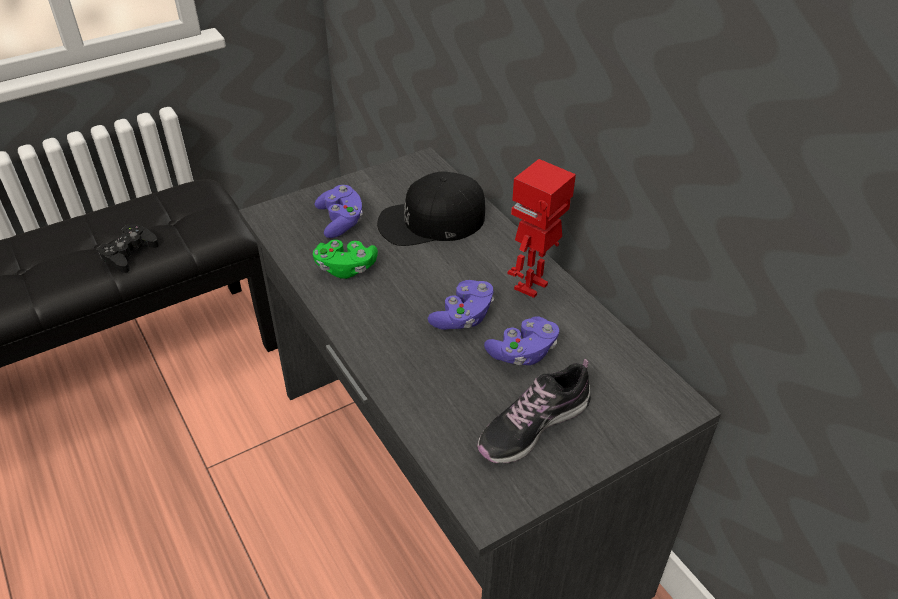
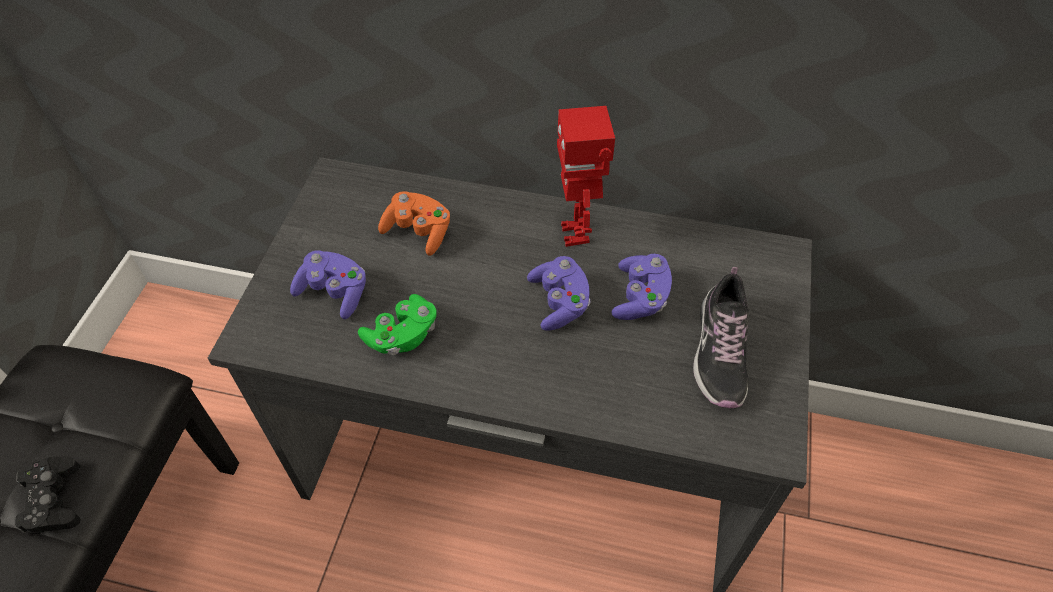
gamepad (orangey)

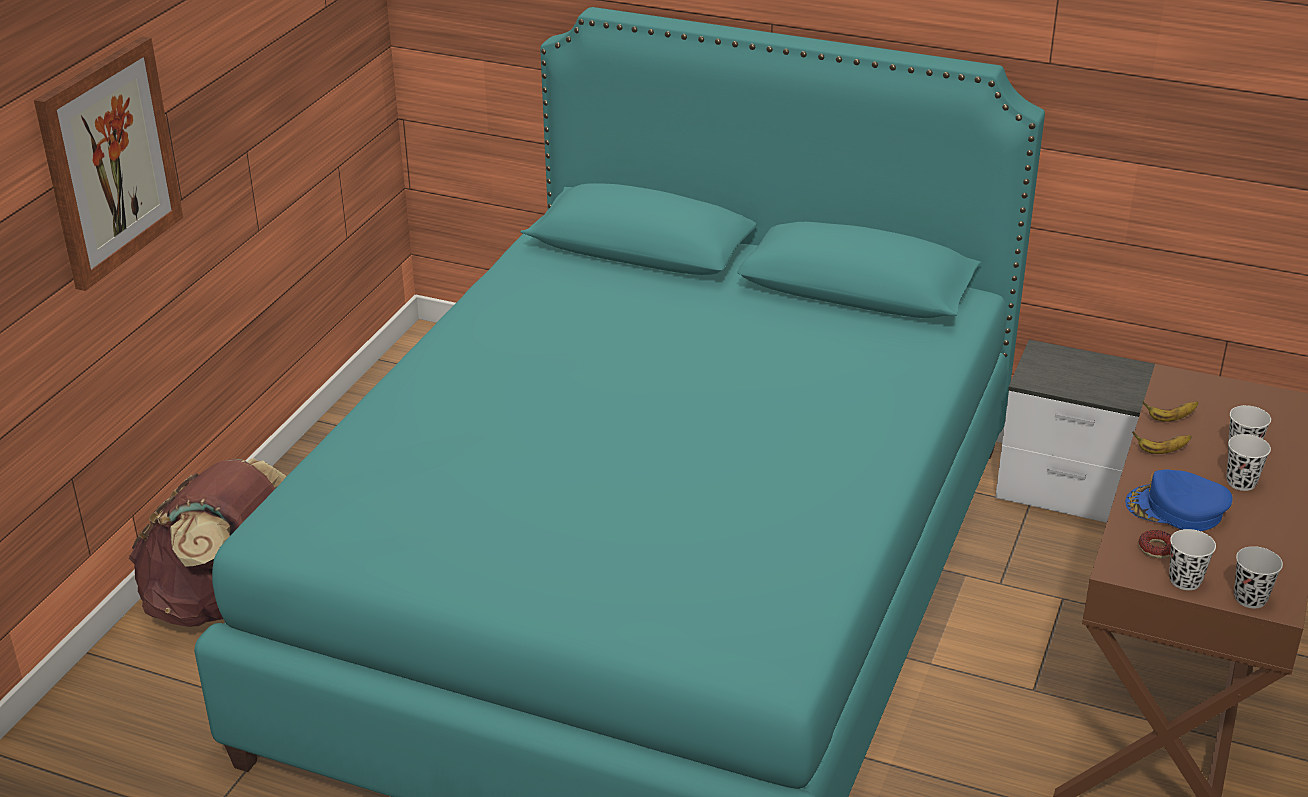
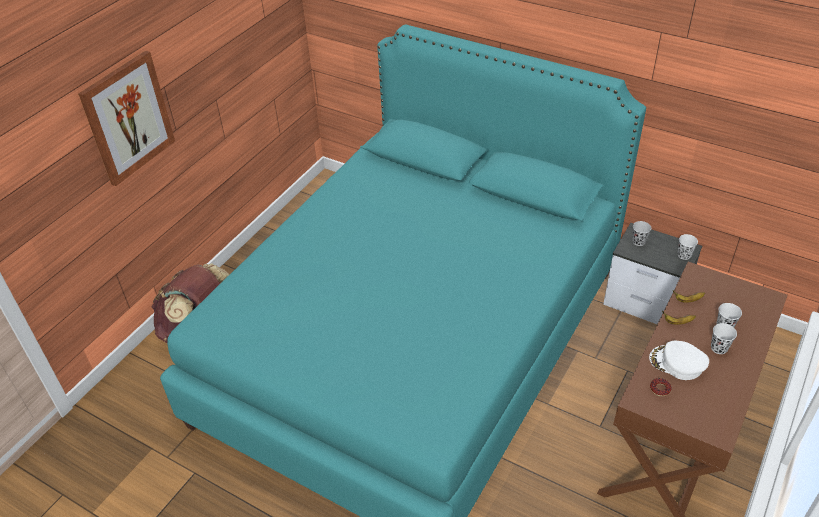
drinking cup (white-coloured) (1st from left)
drinking cup (black-coloured)
cap (white-coloured)

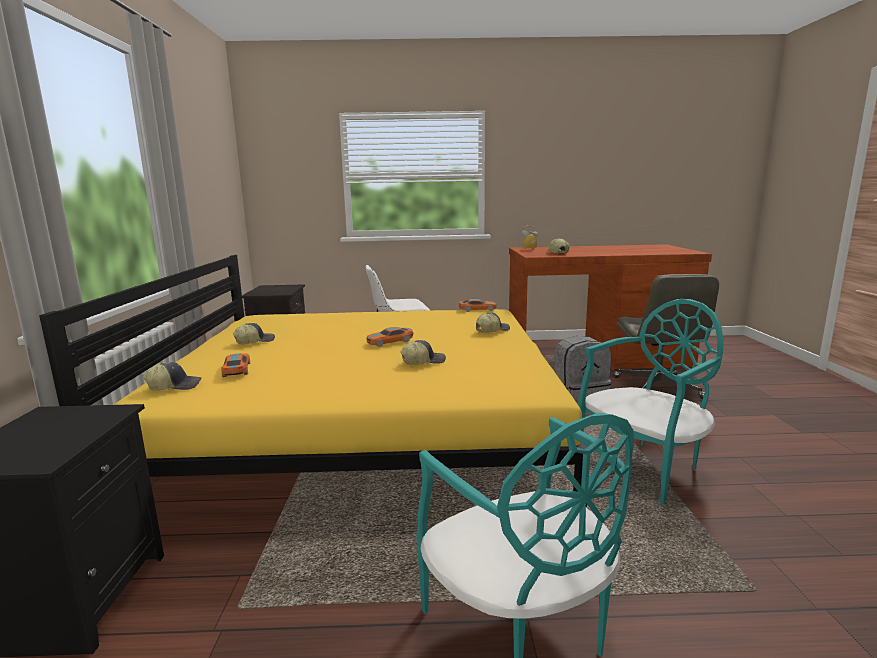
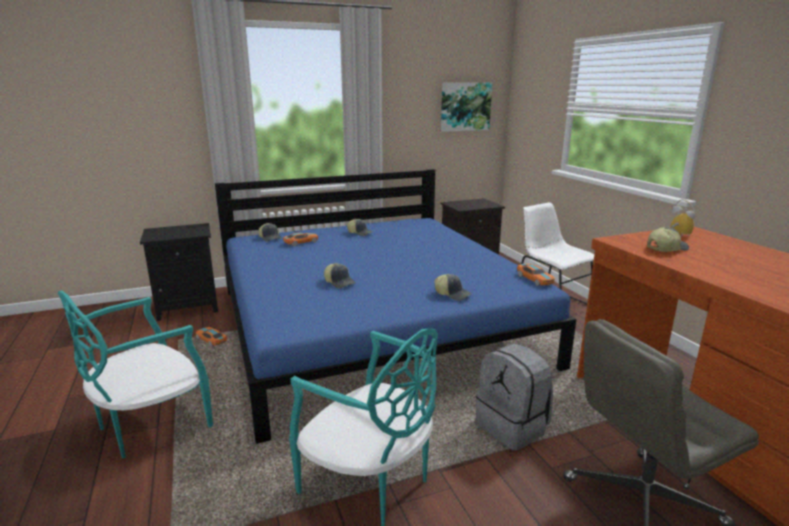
wall picture
miniature car (1st from left)
bedroom bed (blue)

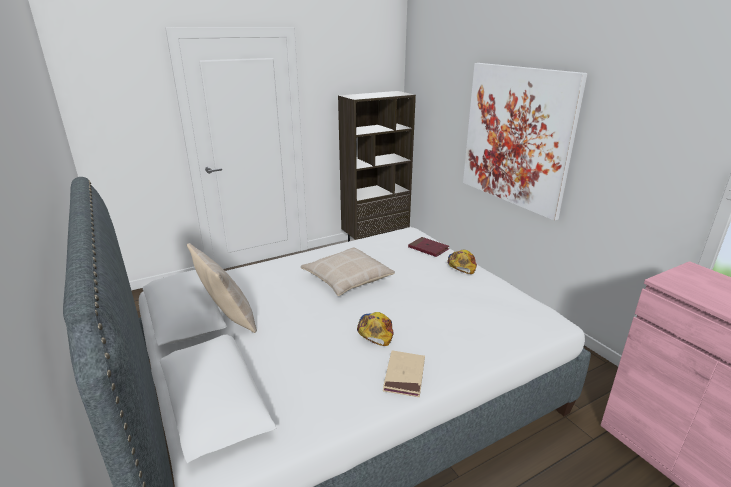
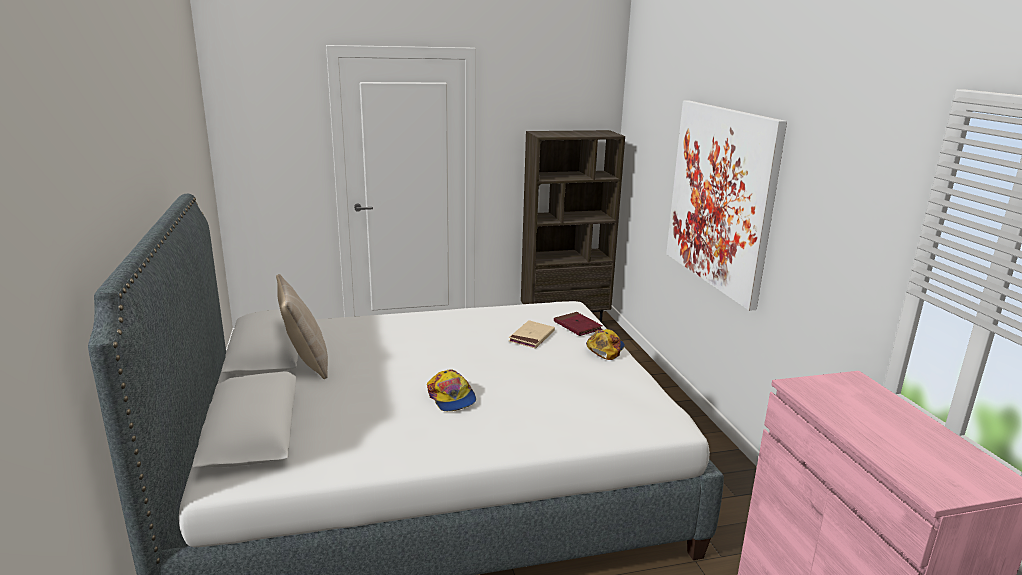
throw pillow (sand-coloured) (2nd from left in the first image)
book (sand-coloured)
cap (1st from left)

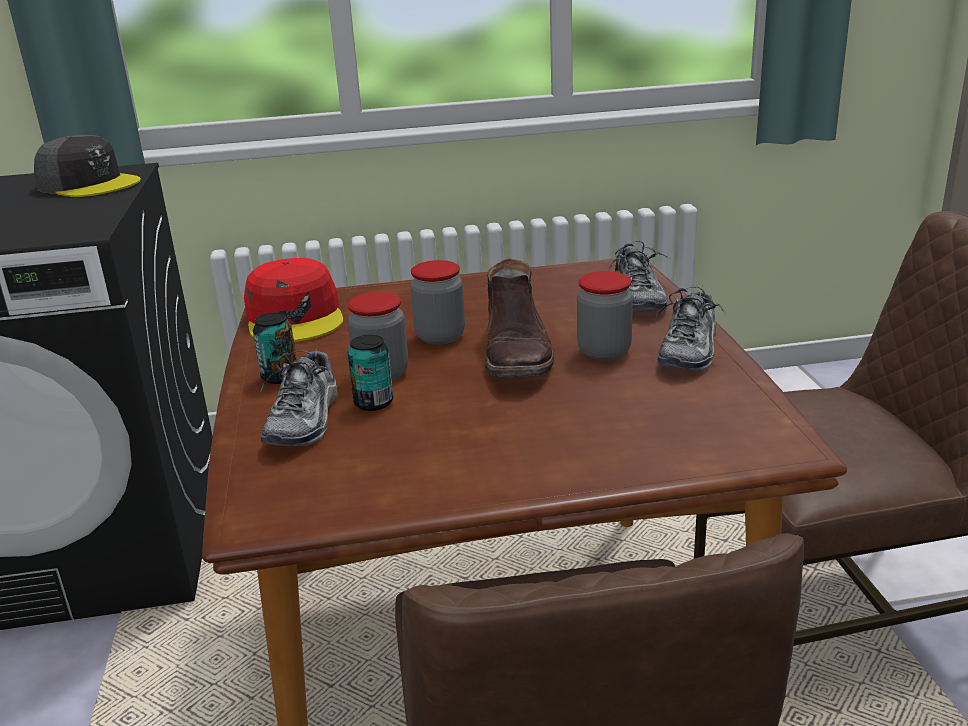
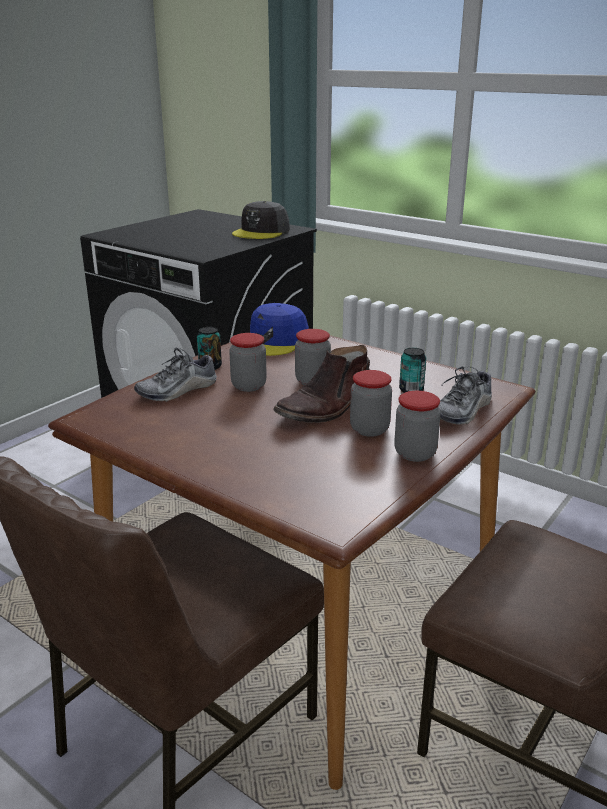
can (2nd from left)
preserve jar (4th from left)
cap (blue)
cap (grey)

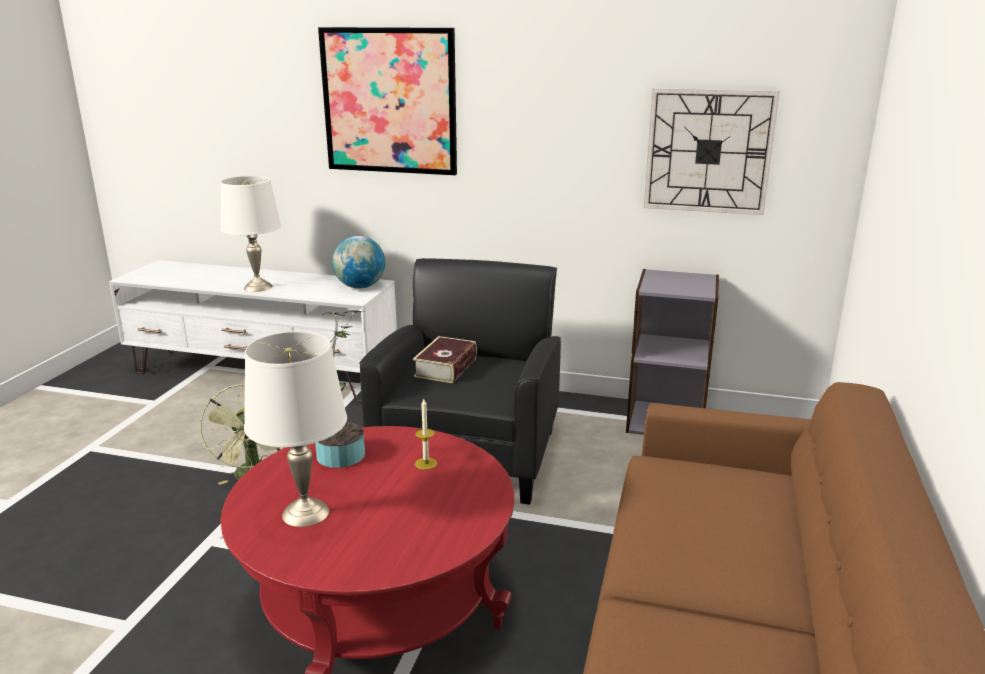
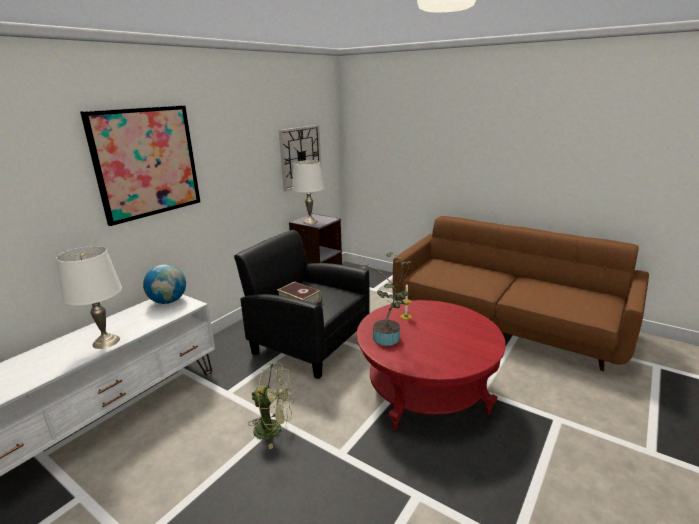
table lamp (white-coloured) (2nd from left)

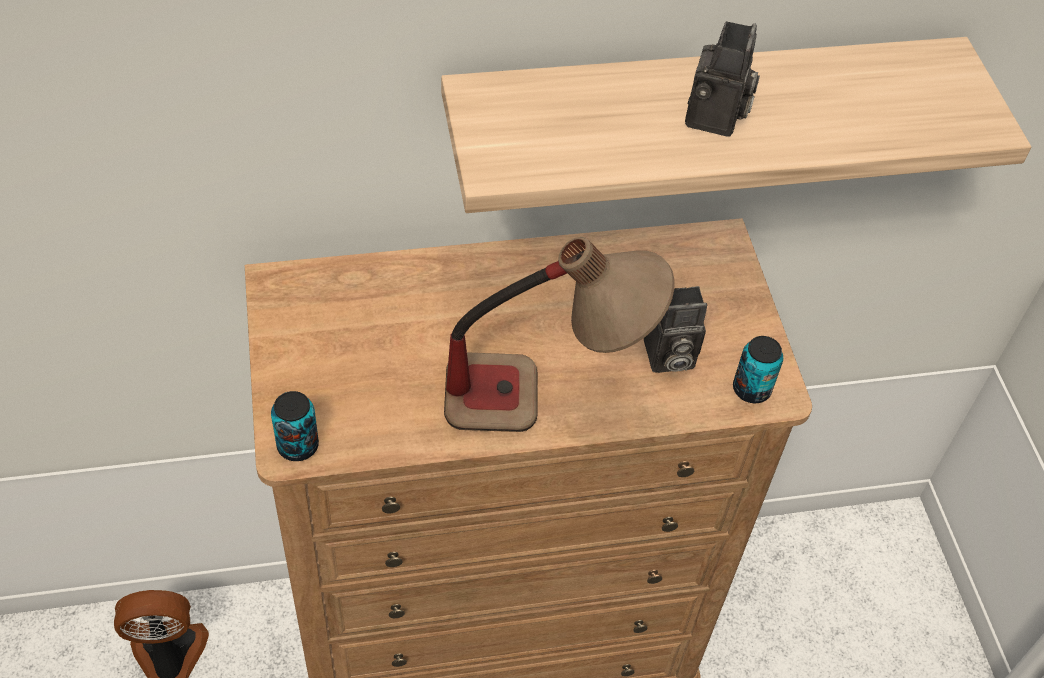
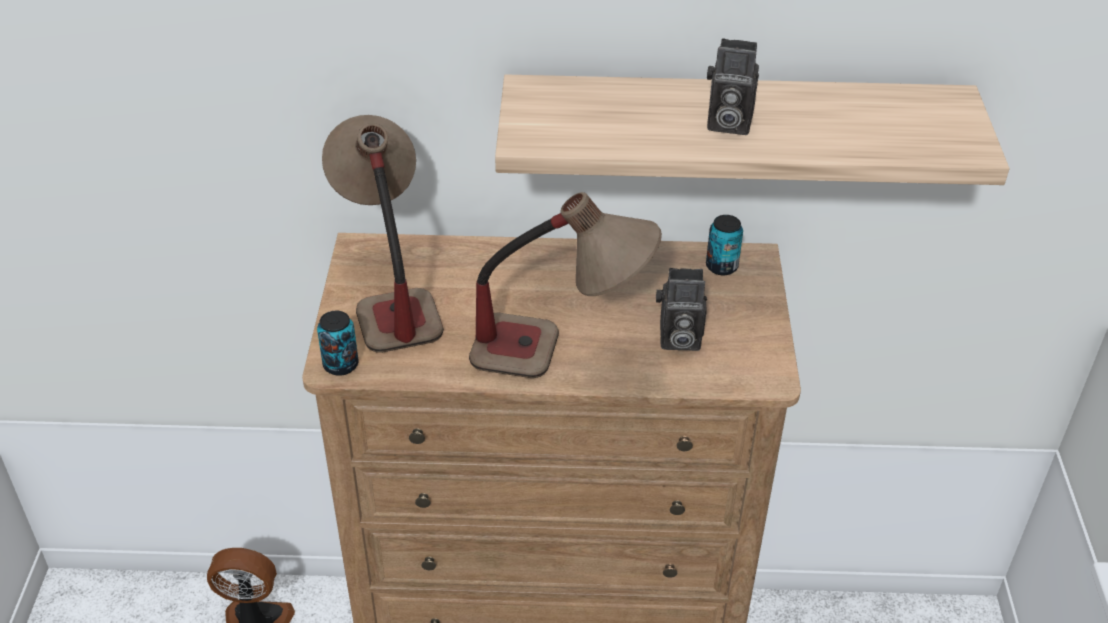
table lamp (1st from left)
can (2nd from left)
still camera (2nd from left)

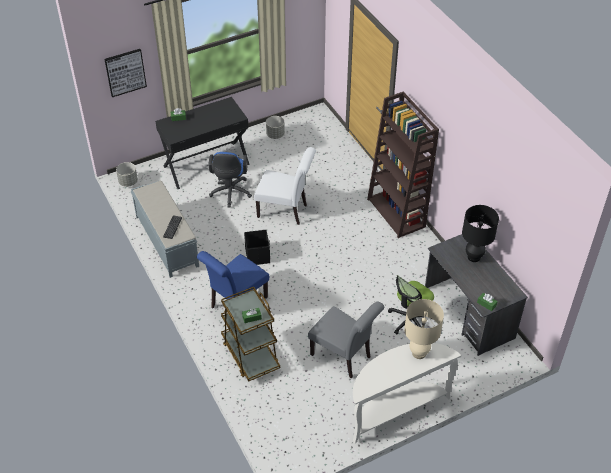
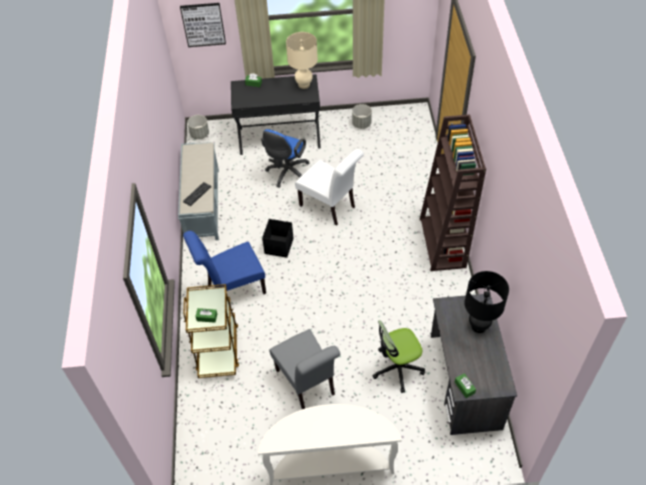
table lamp (sand-coloured)

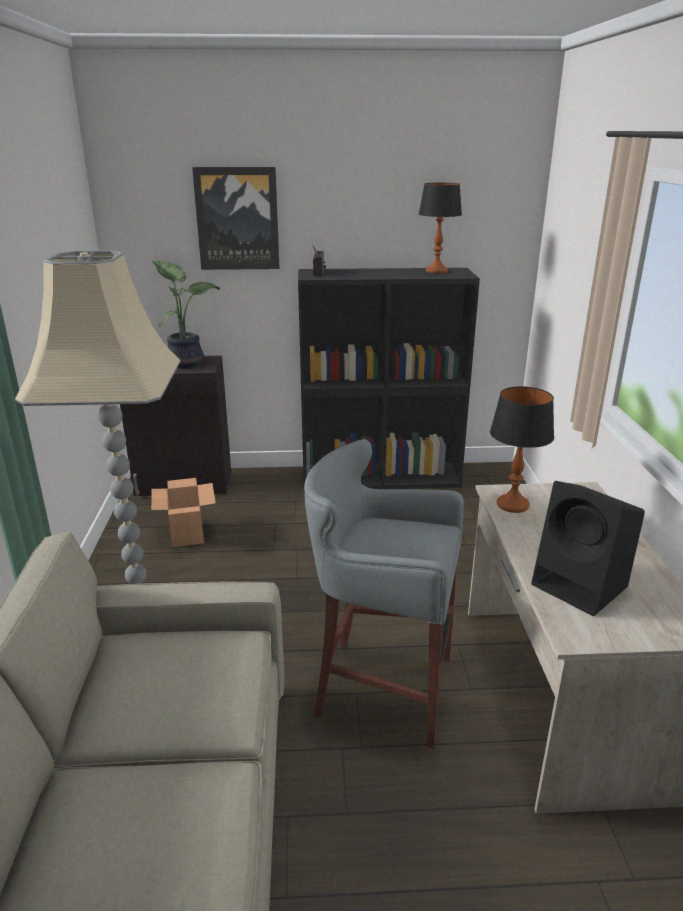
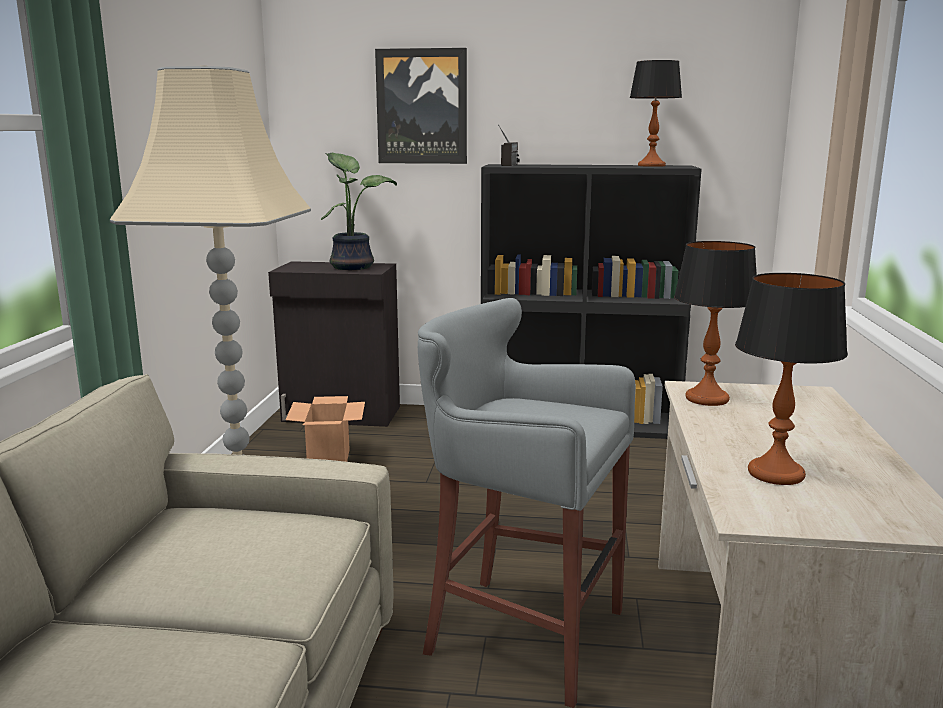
table lamp (3rd from left)

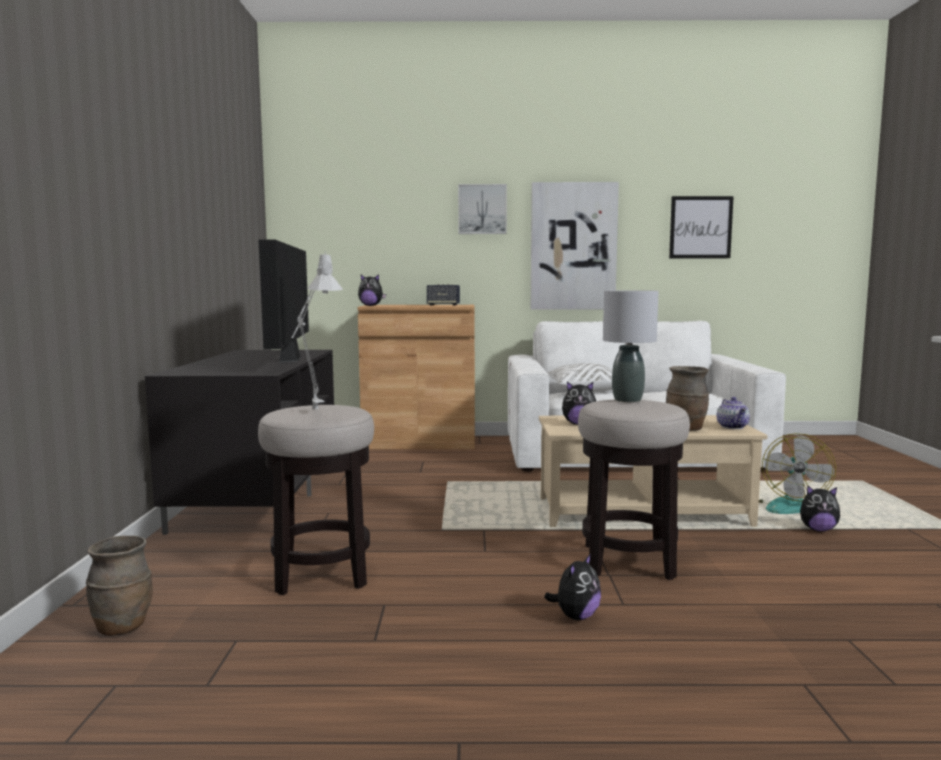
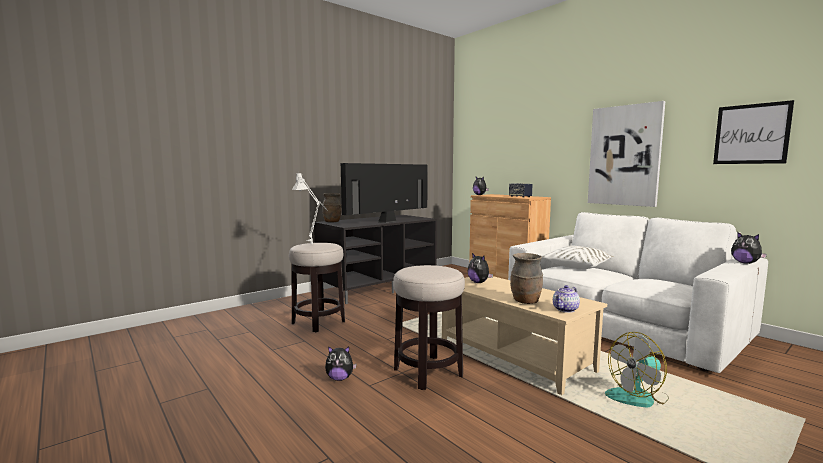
wall picture (1st from left in the first image)
table lamp (grey) (2nd from left in the first image)
flower vase (brown) (1st from left)
cuddly toy (4th from left)

